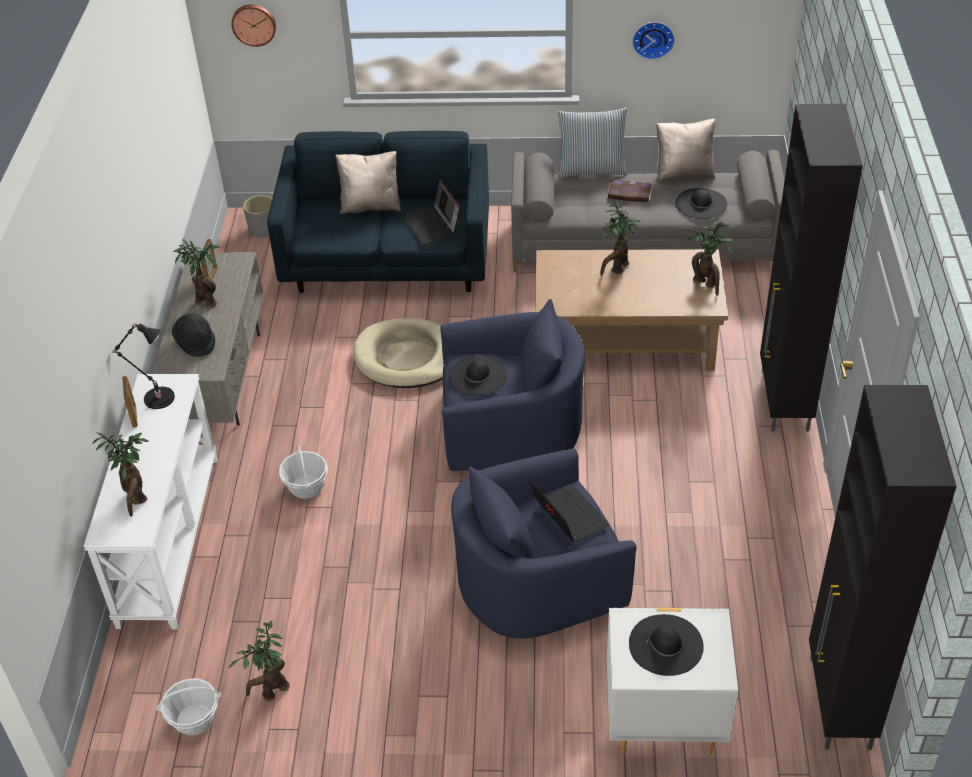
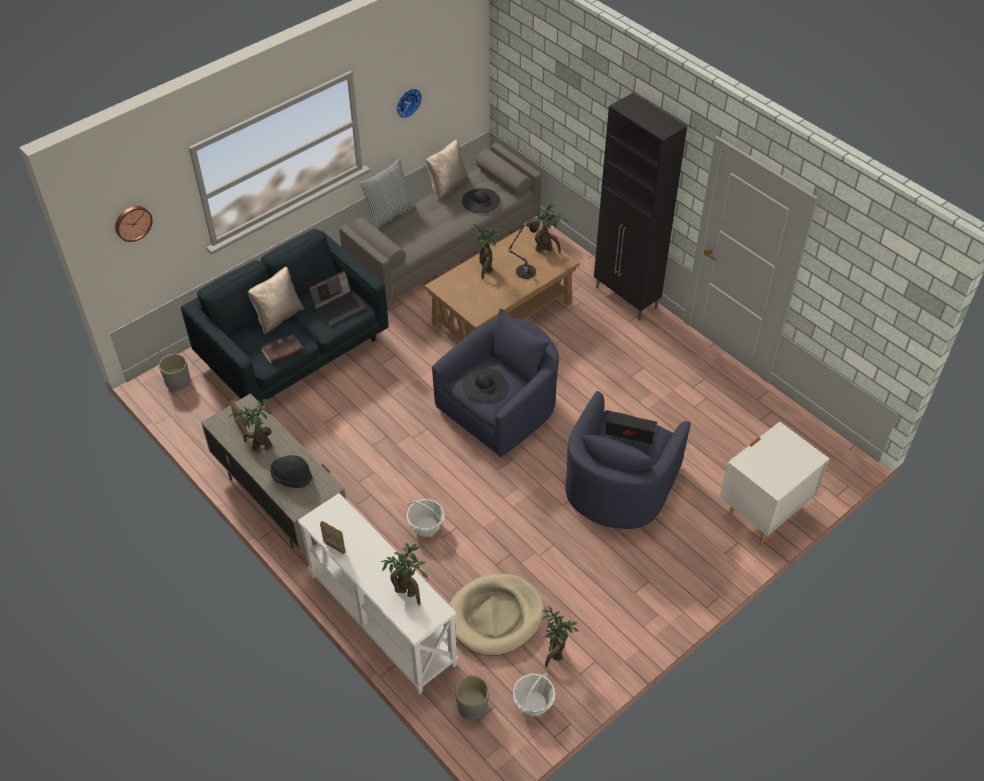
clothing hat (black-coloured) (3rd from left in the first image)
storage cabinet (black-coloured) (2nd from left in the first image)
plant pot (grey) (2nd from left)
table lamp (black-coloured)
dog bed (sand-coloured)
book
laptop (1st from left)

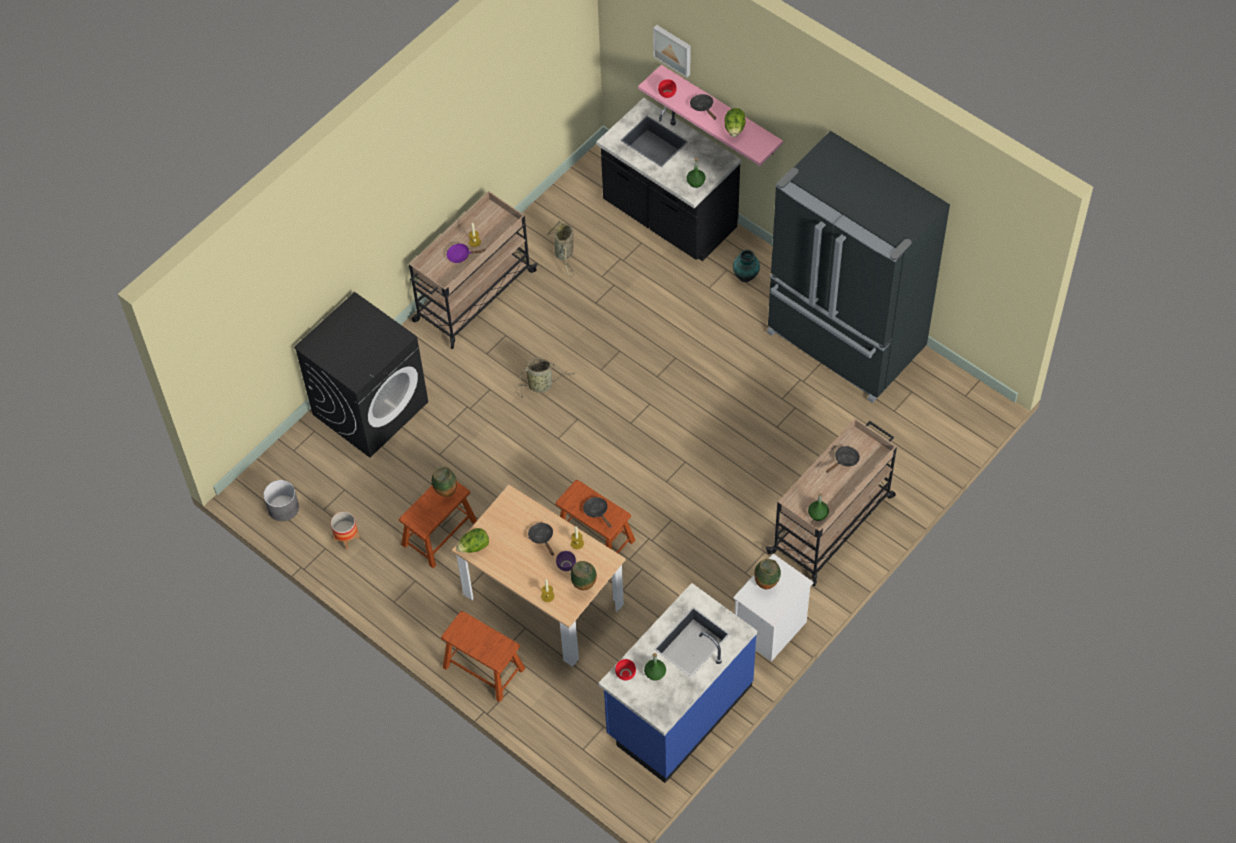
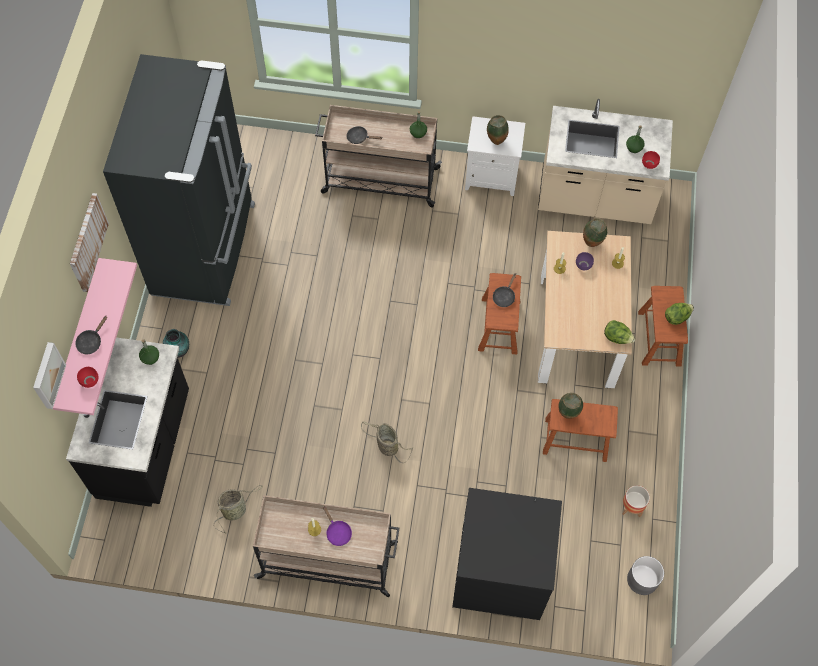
pan (black-coloured) (1st from left in the first image)
wall picture (2nd from left)
lettuce head (2nd from left)
kitchen base unit (sand-coloured)

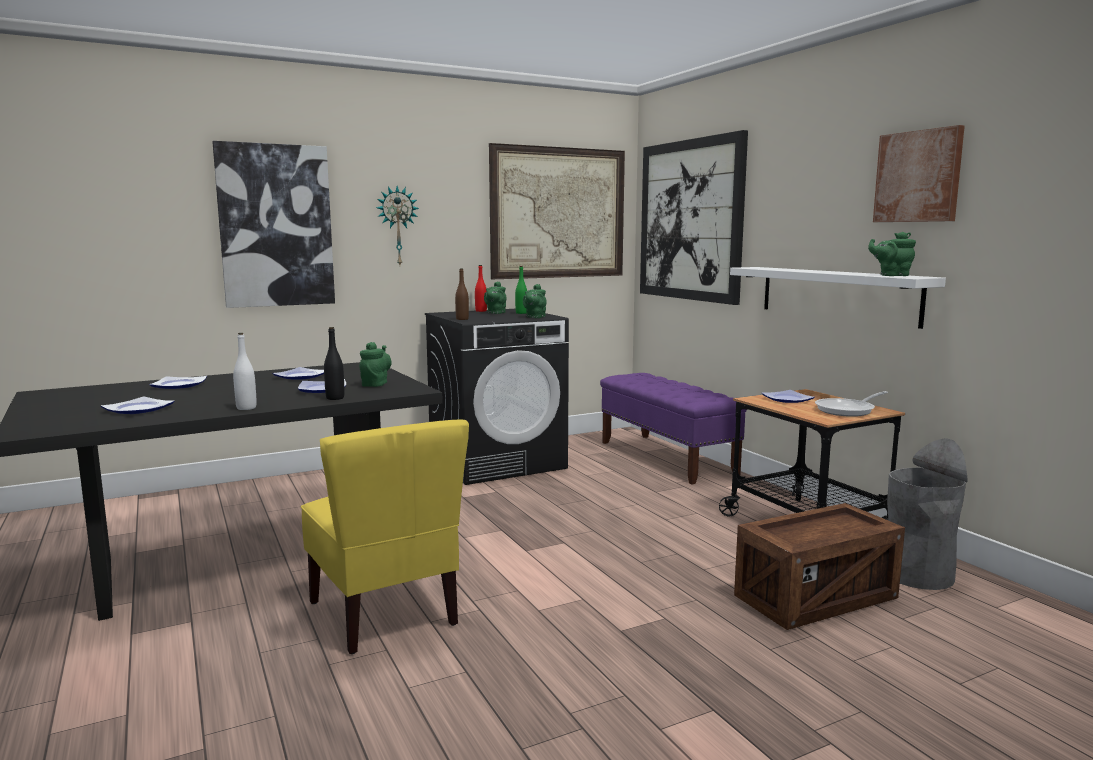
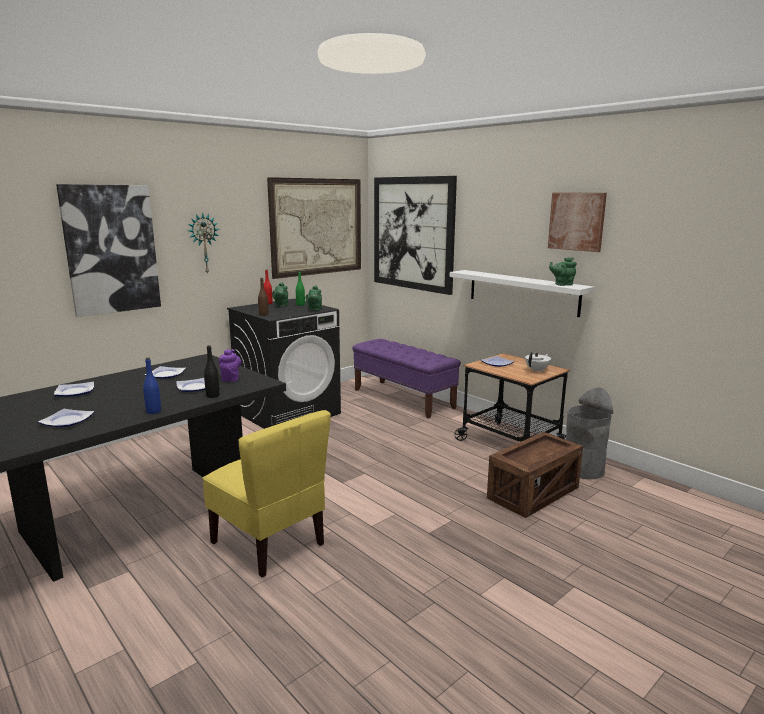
teapot (white-coloured)
drink bottle (blue)
teapot (purple)

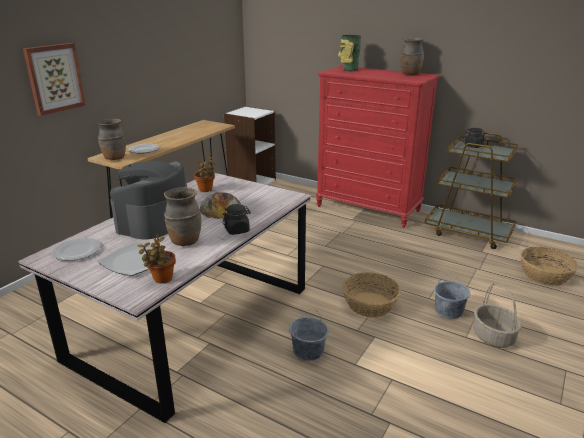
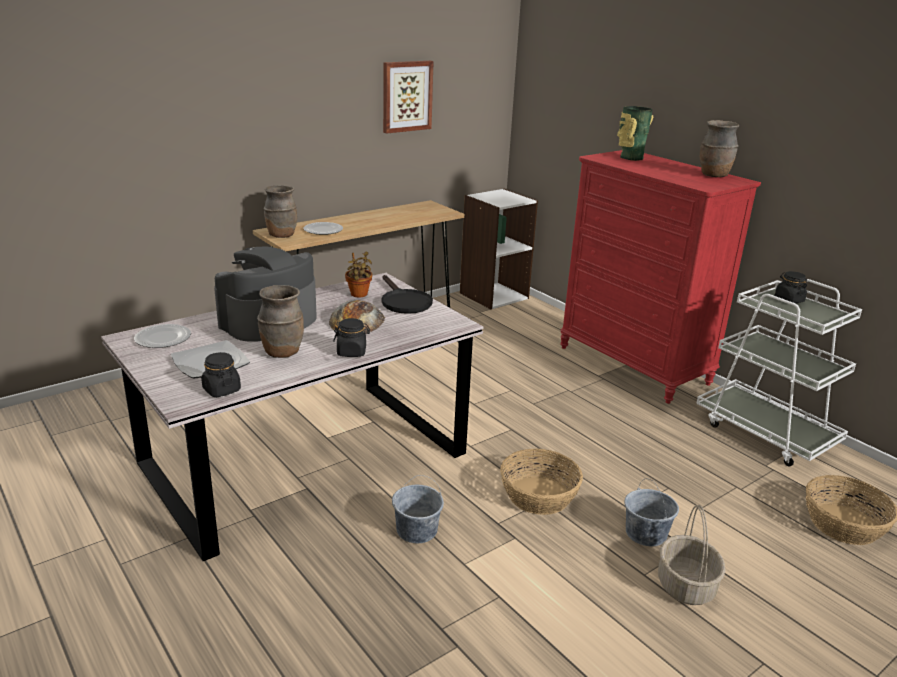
pan (black-coloured)
wall picture
preserve jar (black-coloured) (1st from left)
wheeled cart (white-coloured)

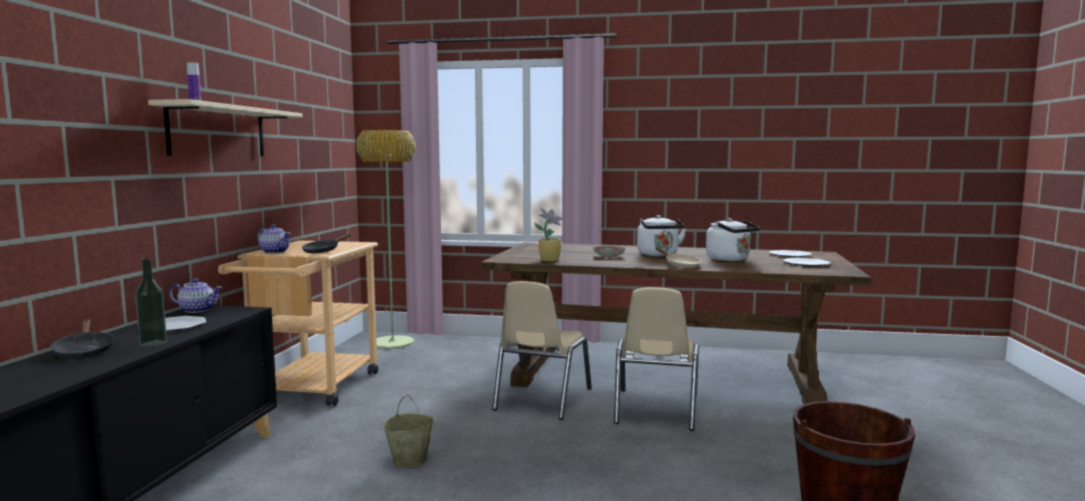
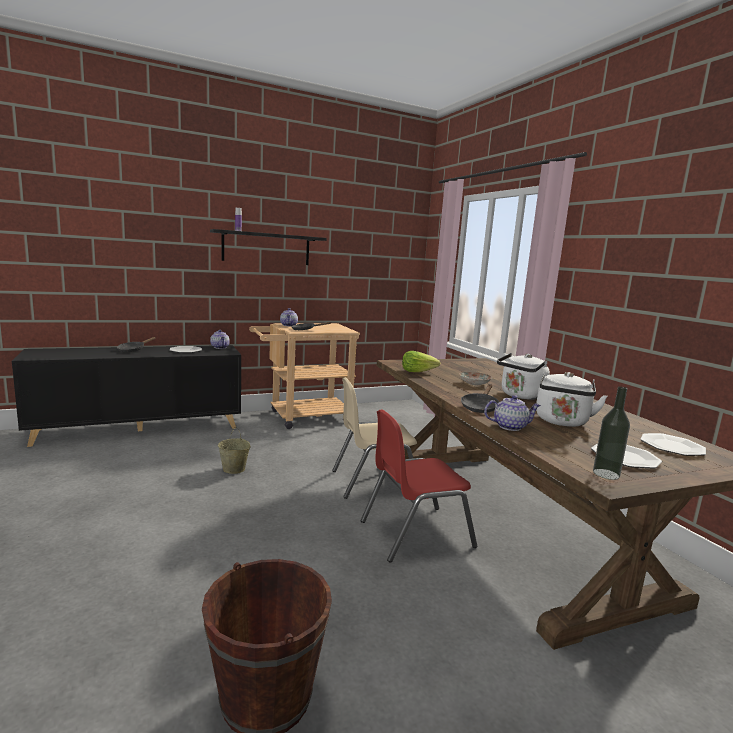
standard lamp
teapot (3rd from left)
drink bottle (2nd from left)
lettuce head
bracket shelf (black-coloured)
chair (reddish)
pan (black-coloured) (3rd from left)

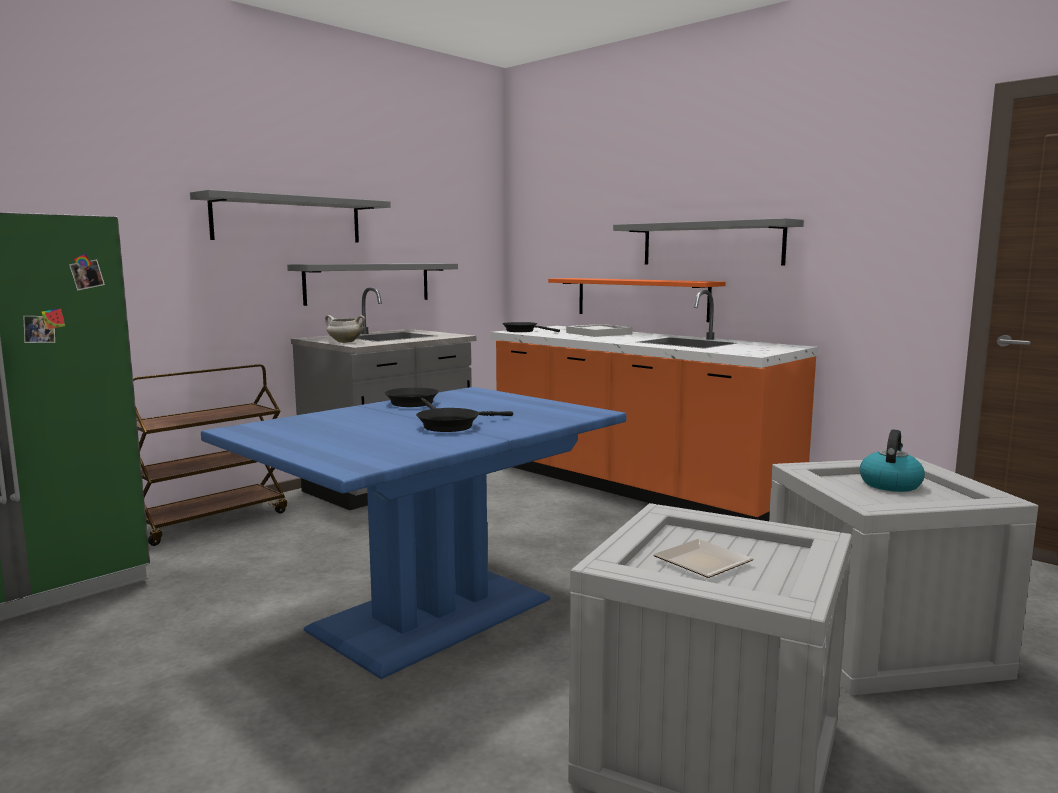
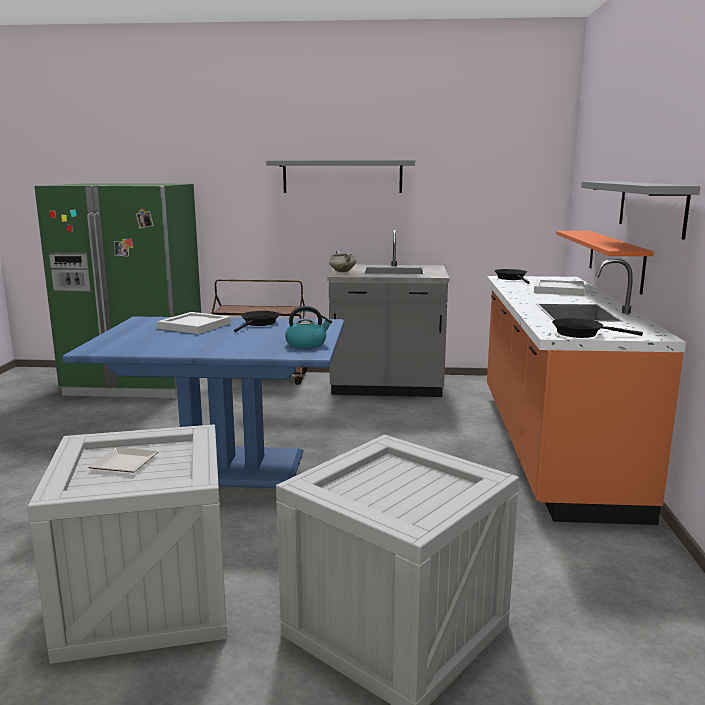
bracket shelf (grey) (2nd from left in the first image)
carrying tray (white-coloured) (1st from left)
pan (black-coloured) (3rd from left)
water kettle

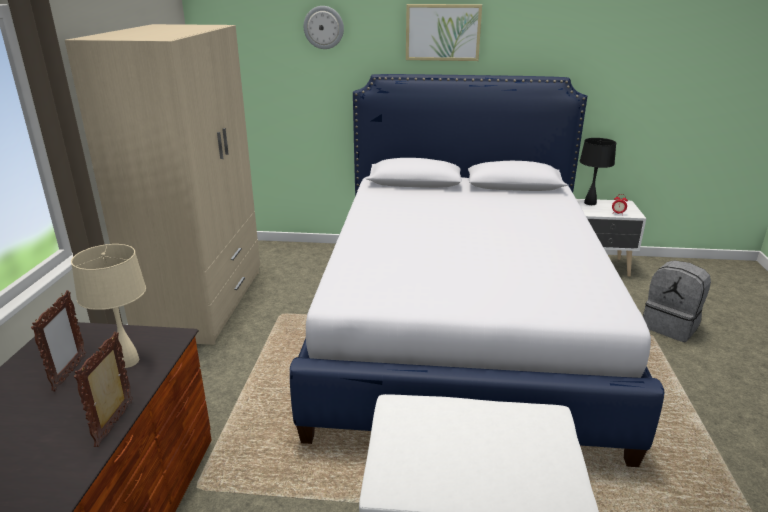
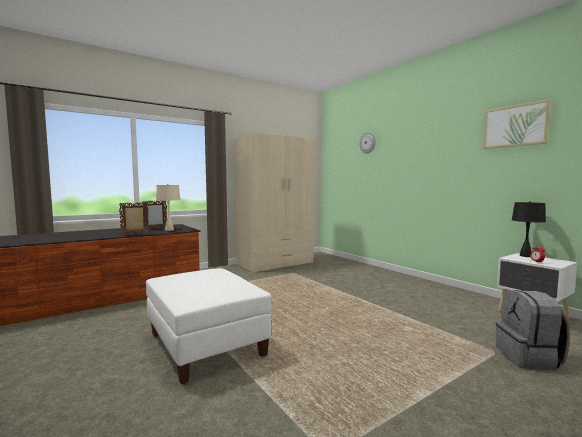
bedroom bed
wall picture

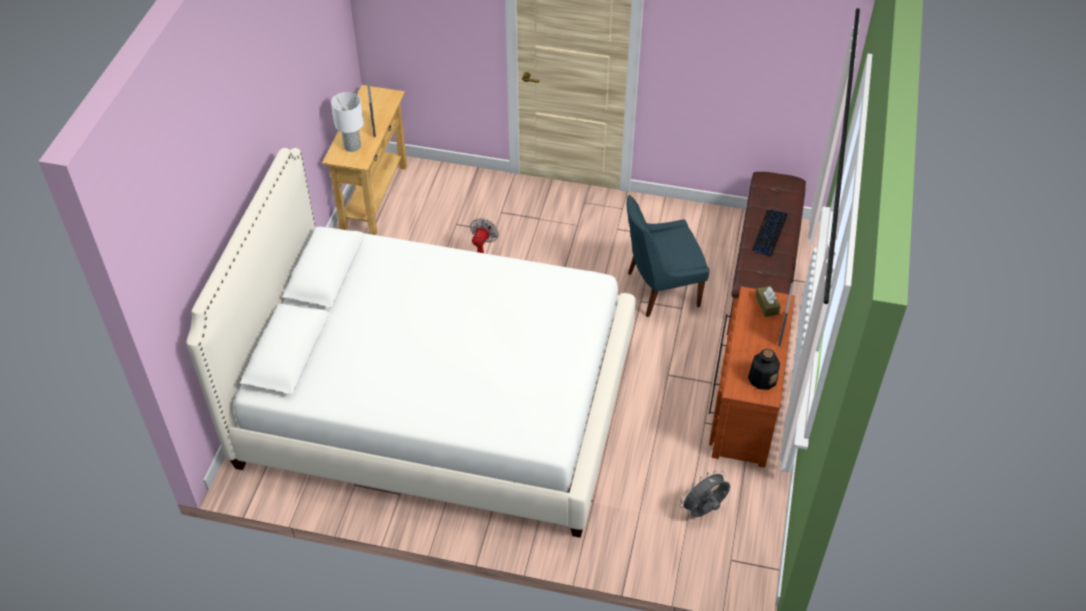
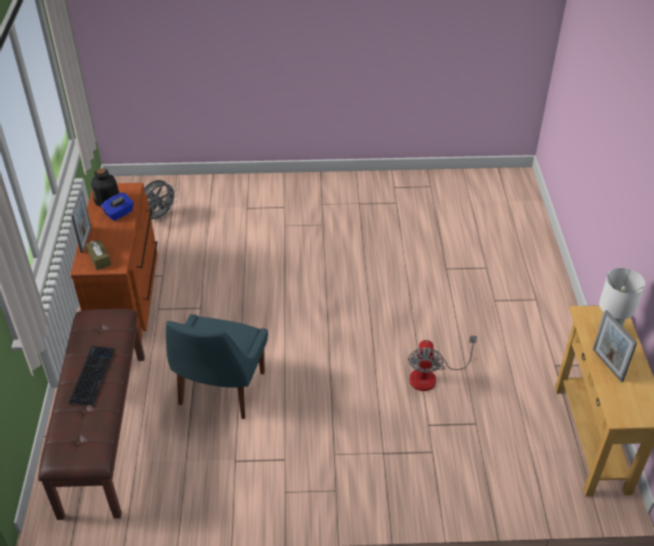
bedroom bed (white-coloured)
tissue holder (blue)
chair (blue)

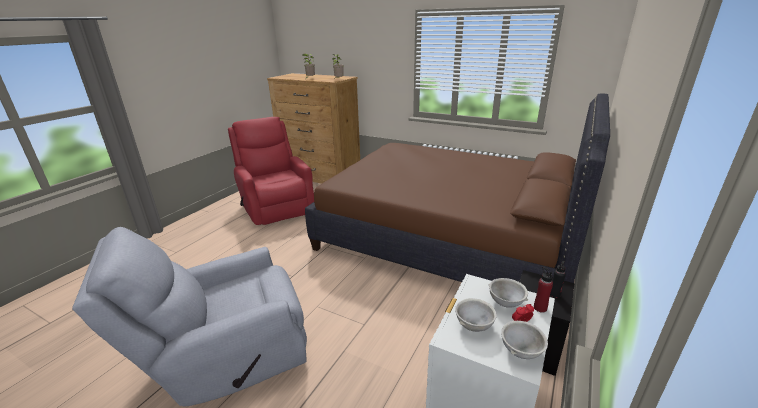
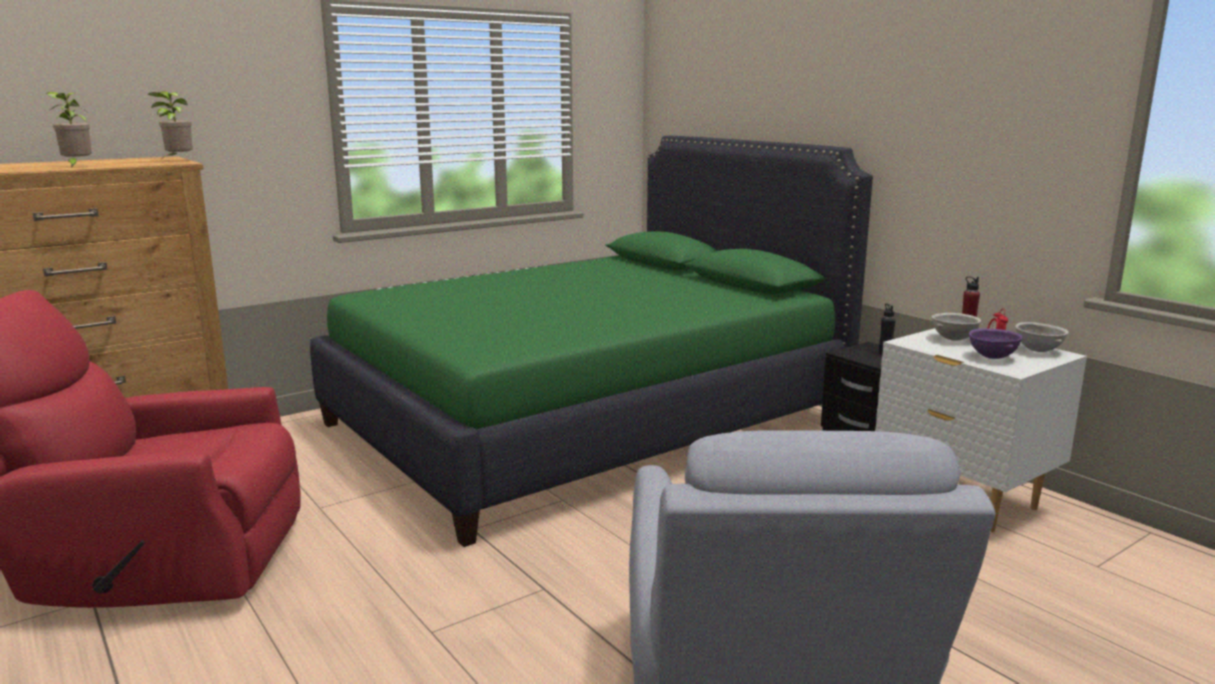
bedroom bed (green-coloured)
deep dish (purple)

